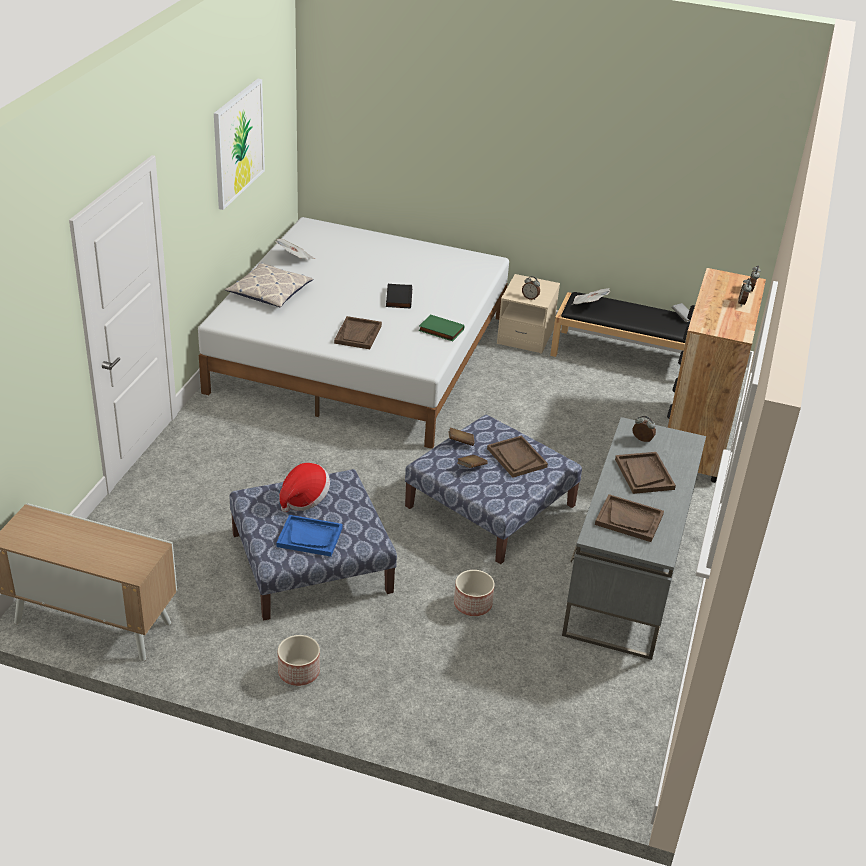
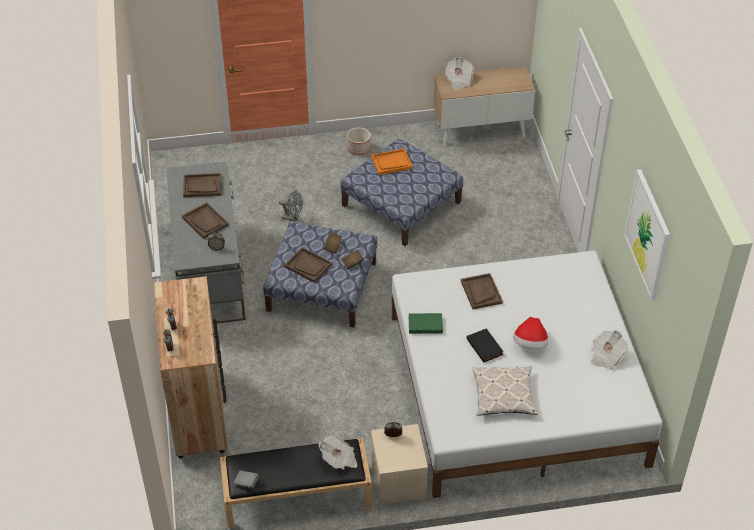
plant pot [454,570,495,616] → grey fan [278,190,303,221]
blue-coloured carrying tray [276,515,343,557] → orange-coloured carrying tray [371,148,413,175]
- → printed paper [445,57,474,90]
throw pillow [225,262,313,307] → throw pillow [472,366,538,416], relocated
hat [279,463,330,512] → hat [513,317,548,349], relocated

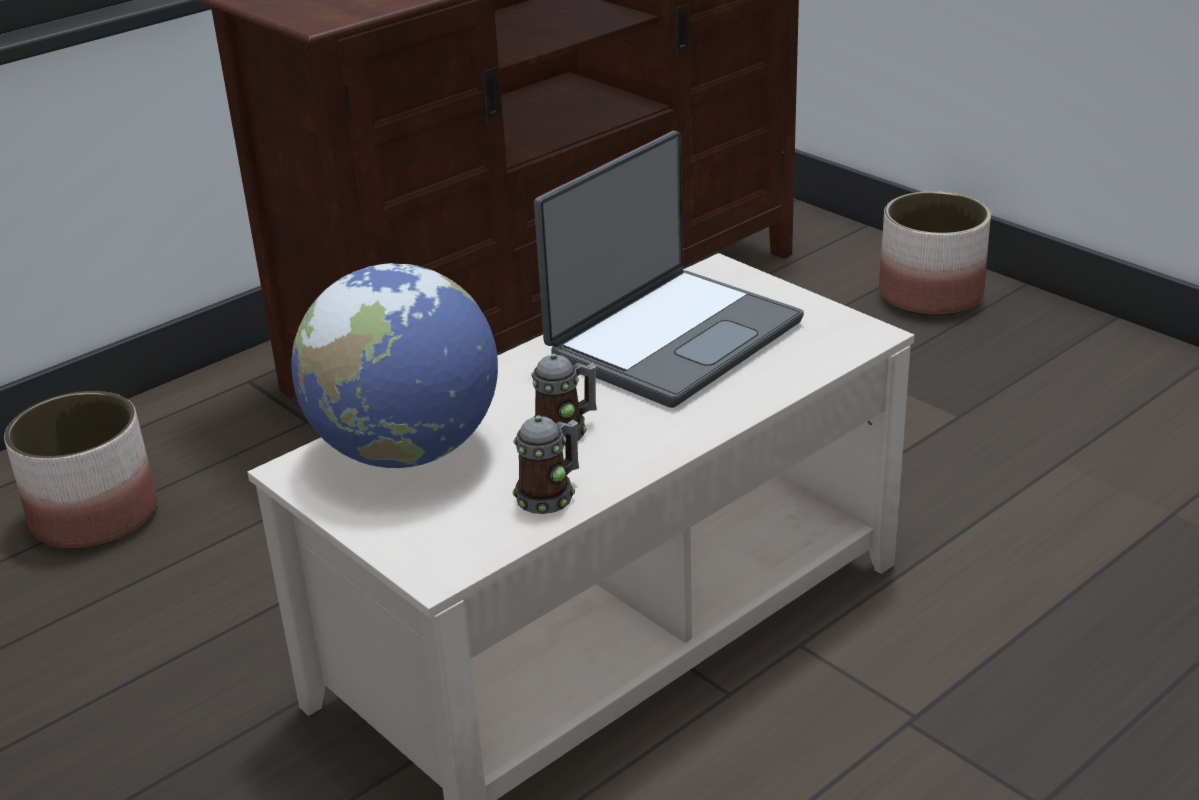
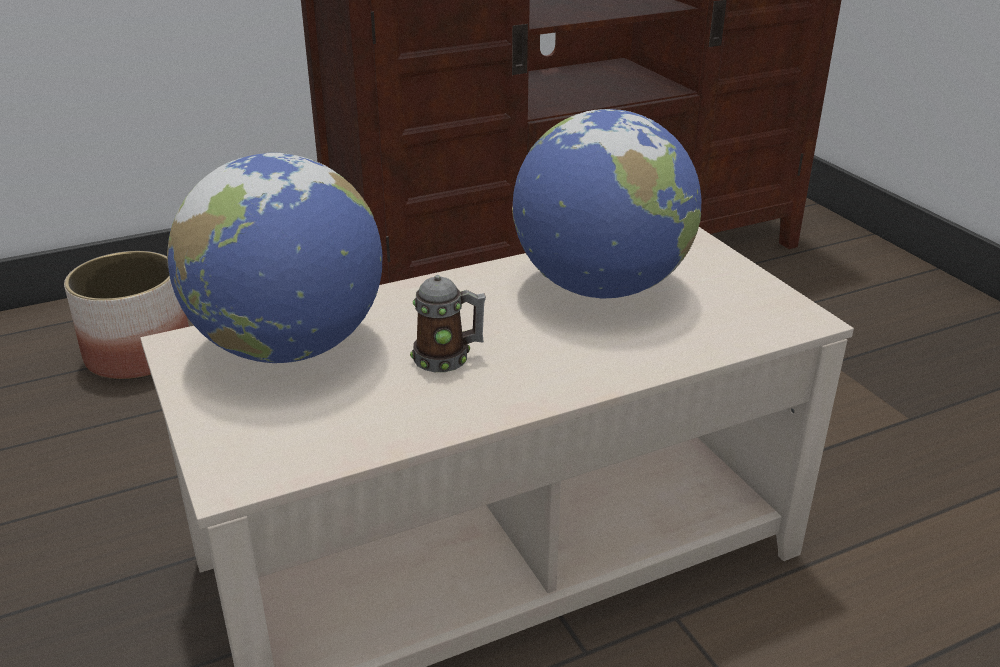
portable computer [534,131,804,408] → desk globe [512,109,701,298]
tea mug [512,415,579,514] → -
plant pot [879,191,991,316] → -

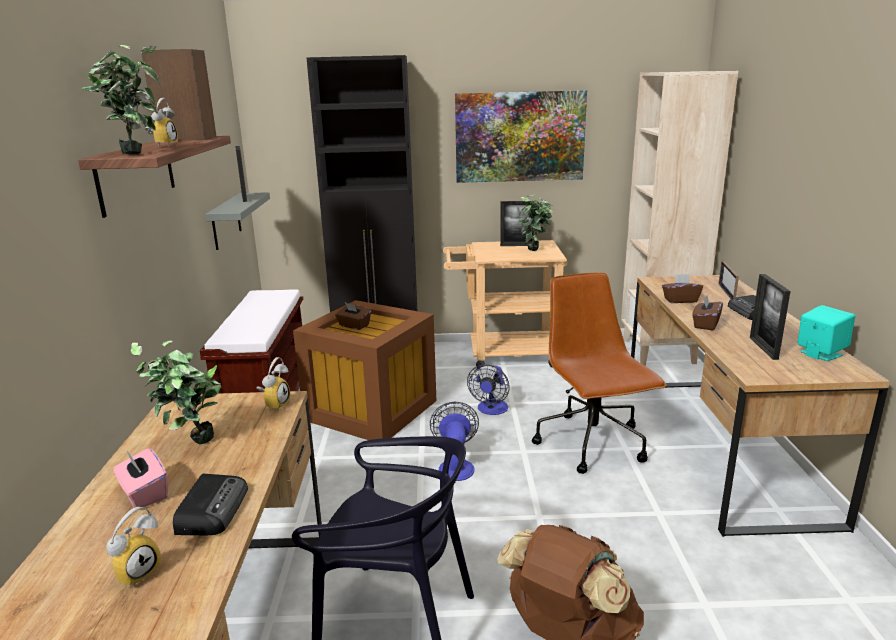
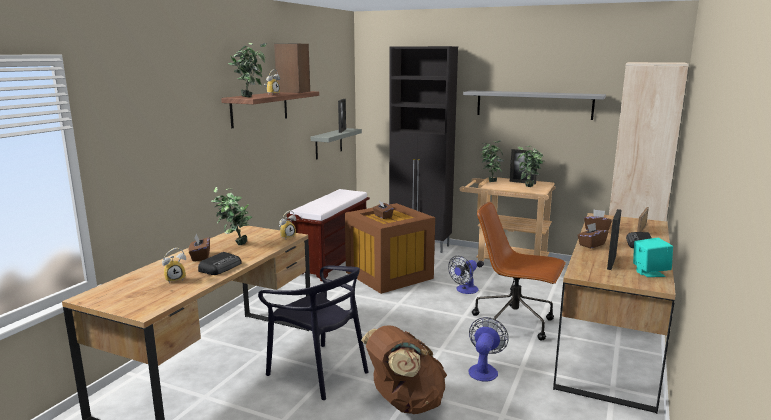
pinkish tissue box [114,448,168,508] → brown tissue box [189,234,210,261]
wall picture [455,90,587,183] → grey bracket shelf [463,90,606,120]
fan [430,402,479,481] → fan [468,317,509,382], relocated
brown desk chair [532,272,667,474] → brown desk chair [472,202,566,341], 75 degrees counterclockwise
- → plant in a pot [480,140,504,182]

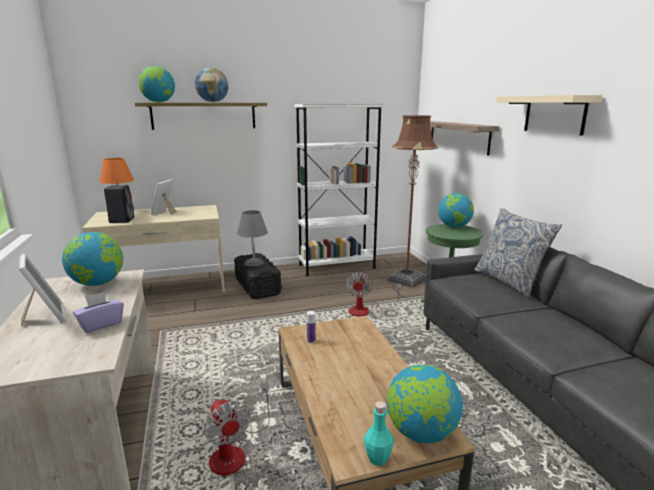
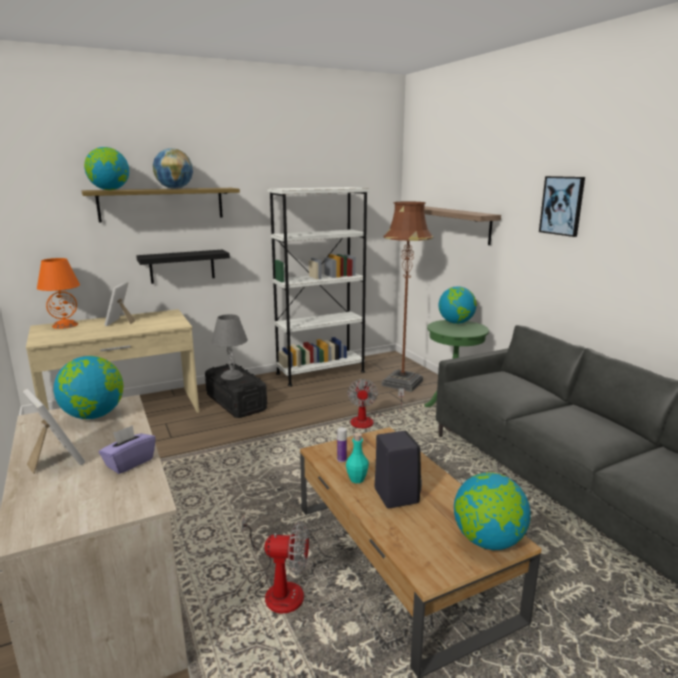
- → blackish bracket shelf [136,250,230,284]
fan [204,382,270,475] → fan [242,517,309,613], 45 degrees counterclockwise
blue-green beverage bottle [364,401,394,466] → blue-green beverage bottle [346,433,369,483], relocated
blackish speaker [104,185,134,223] → blackish speaker [375,431,422,508], relocated
beige-coloured bracket shelf [496,95,603,136] → wall picture [539,176,585,237]
throw pillow [474,208,562,298] → -

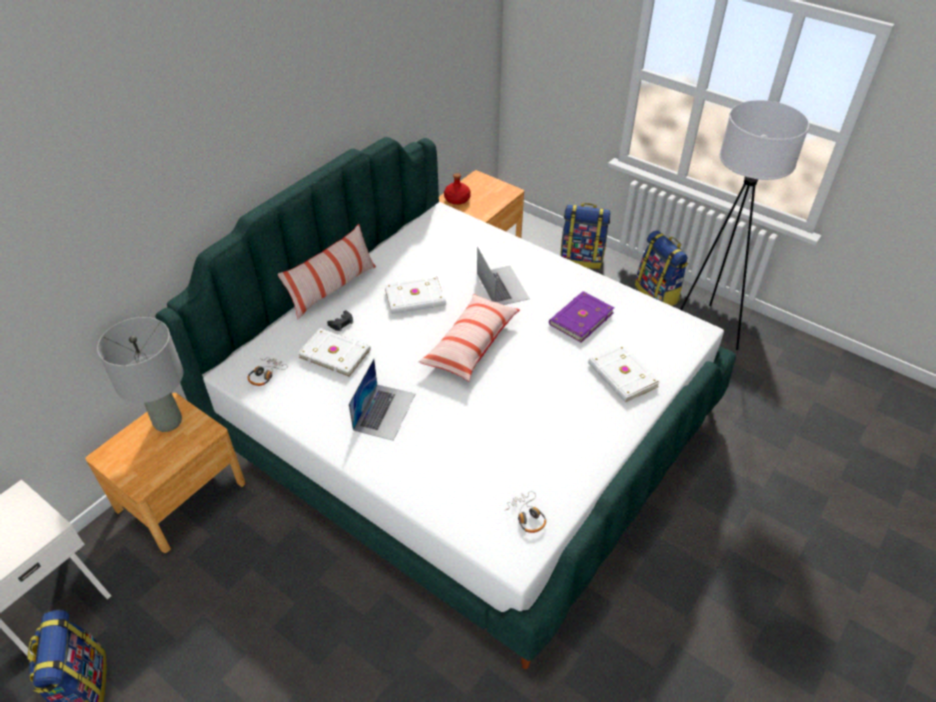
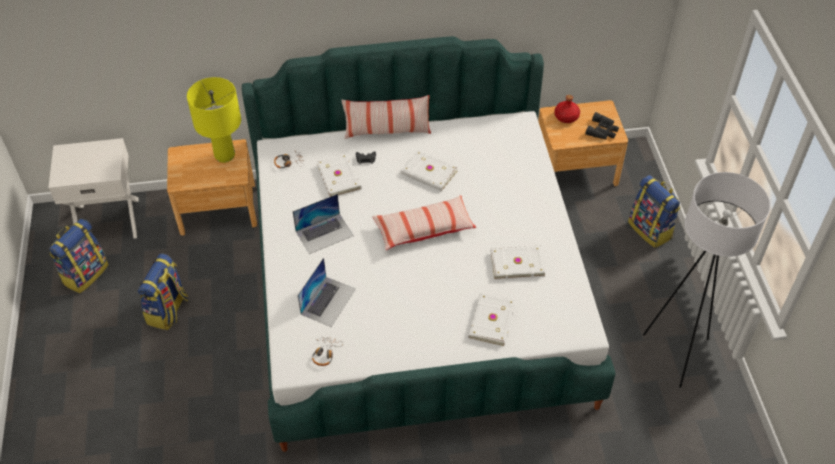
knapsack [635,231,688,306] → knapsack [138,253,188,330], relocated
grey lamp for a table [97,317,183,432] → yellow lamp for a table [187,77,241,163]
portable computer [477,247,530,305] → portable computer [298,257,356,327], relocated
purple book [549,291,614,343] → whitish book [490,246,546,280]
- → blackish field glasses [585,112,619,139]

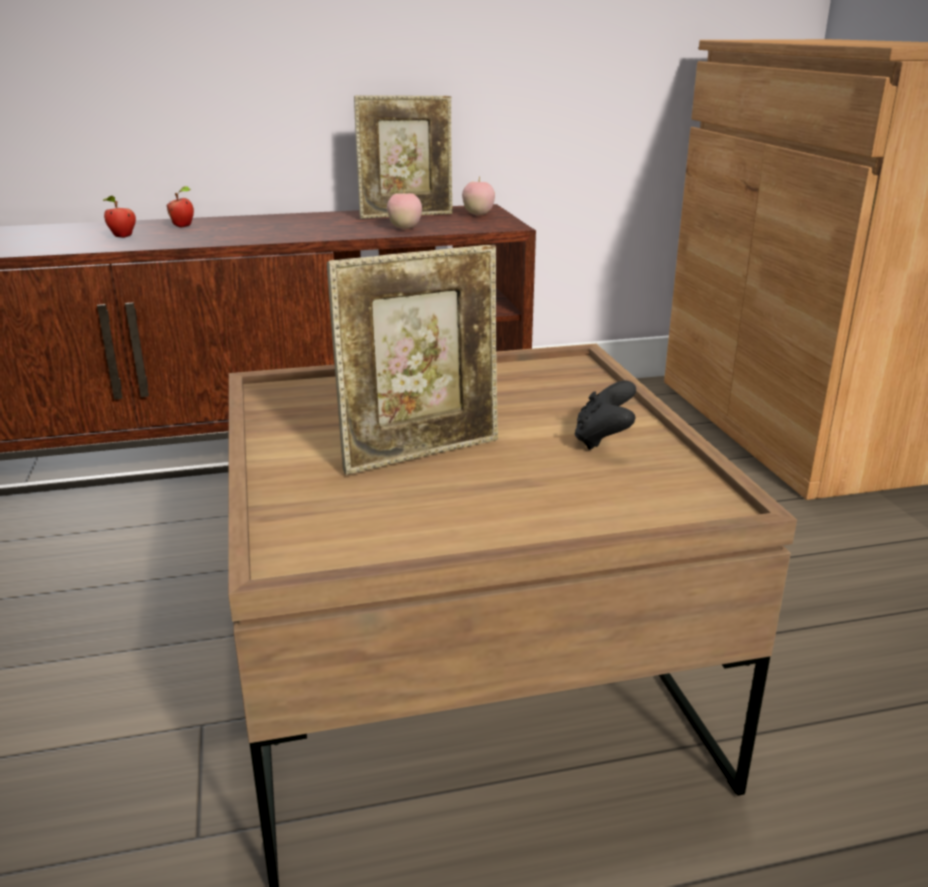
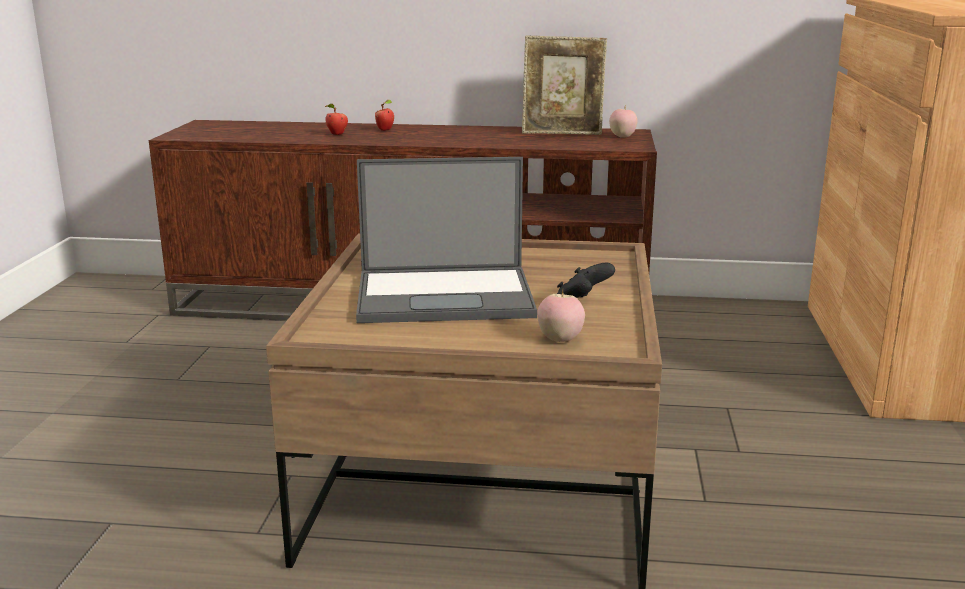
picture frame [327,245,498,475] → portable computer [356,157,537,323]
apple fruit [387,189,422,229] → apple fruit [537,290,585,342], relocated

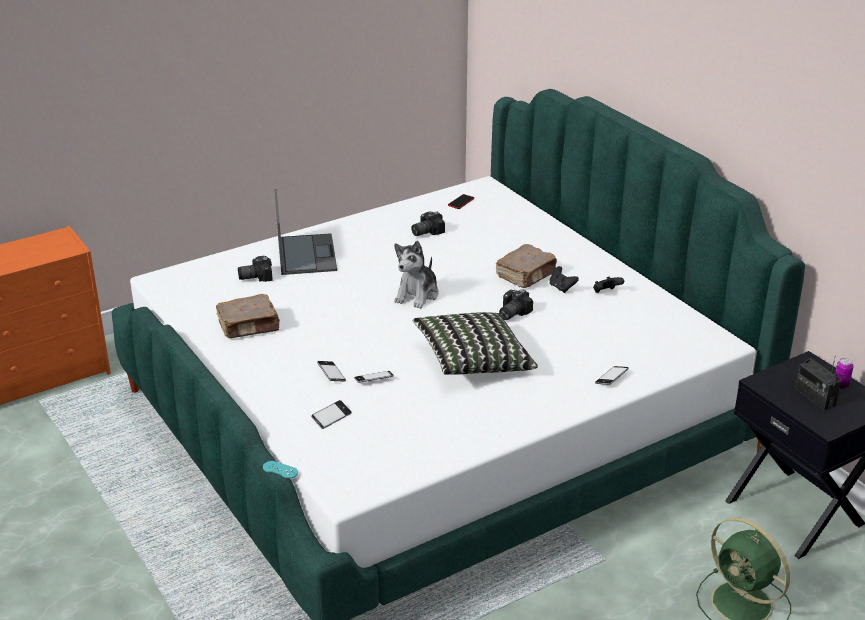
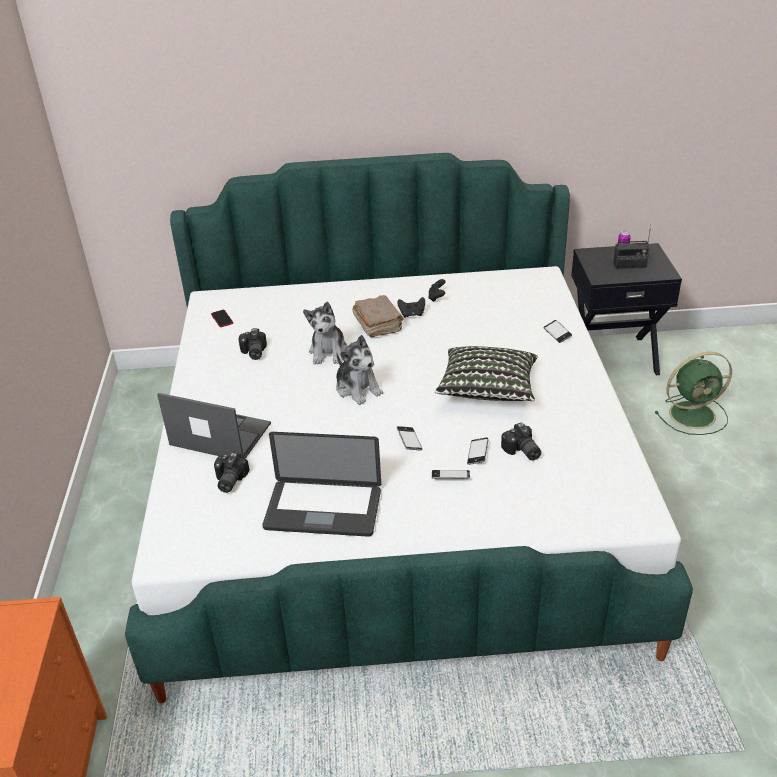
brown book [216,294,279,338] → portable computer [262,432,381,537]
- → plush toy [303,302,347,365]
telephone [311,400,352,429] → telephone [397,426,422,451], relocated
photo camera [499,289,533,320] → photo camera [501,422,541,461], relocated
blue-green joypad [263,461,298,478] → -

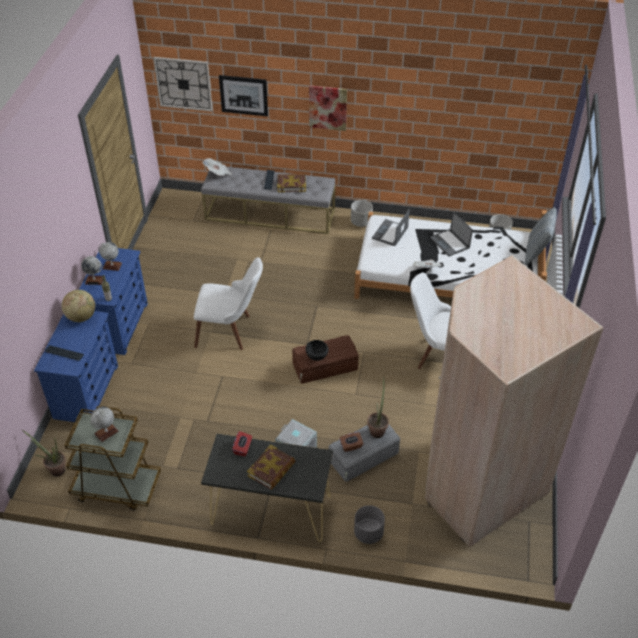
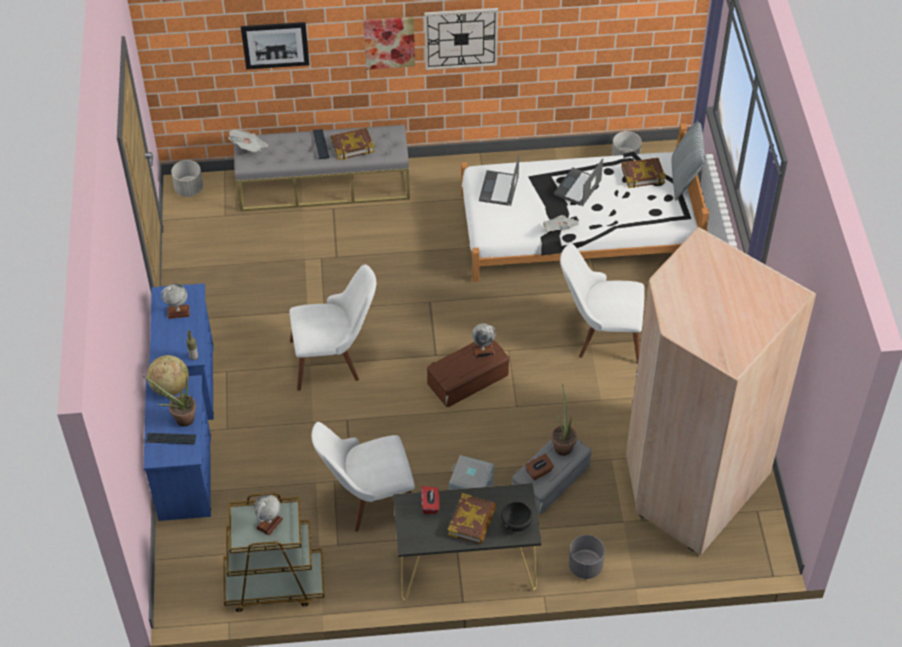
plant in a pot [22,430,66,477] → plant in a pot [143,376,196,427], relocated
grey plant pot [351,200,373,227] → grey plant pot [171,160,203,197], relocated
- → whitish chair [311,422,415,532]
hanging clock [153,57,213,112] → hanging clock [424,8,498,70], relocated
desk globe [81,256,103,285] → desk globe [471,324,497,358], relocated
blackish deep dish [306,340,329,361] → blackish deep dish [501,502,533,532], relocated
portable computer [430,211,473,257] → portable computer [553,158,603,206], 75 degrees clockwise
- → book [621,158,666,188]

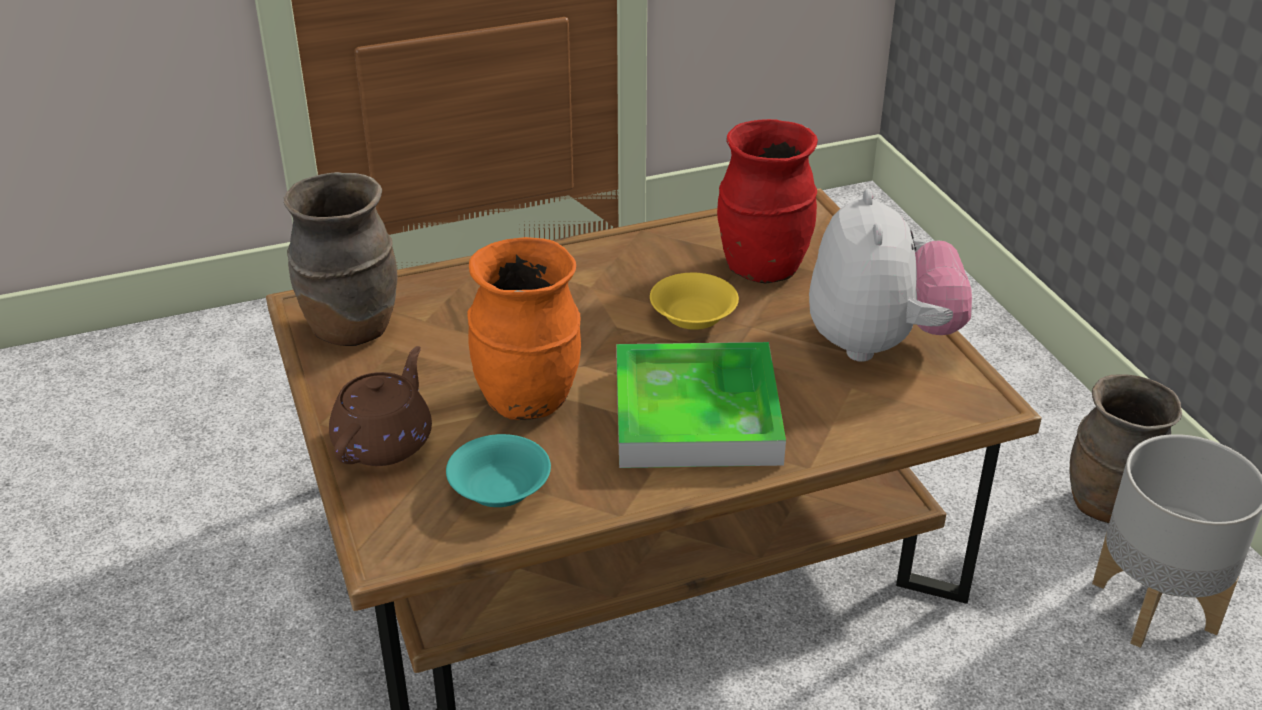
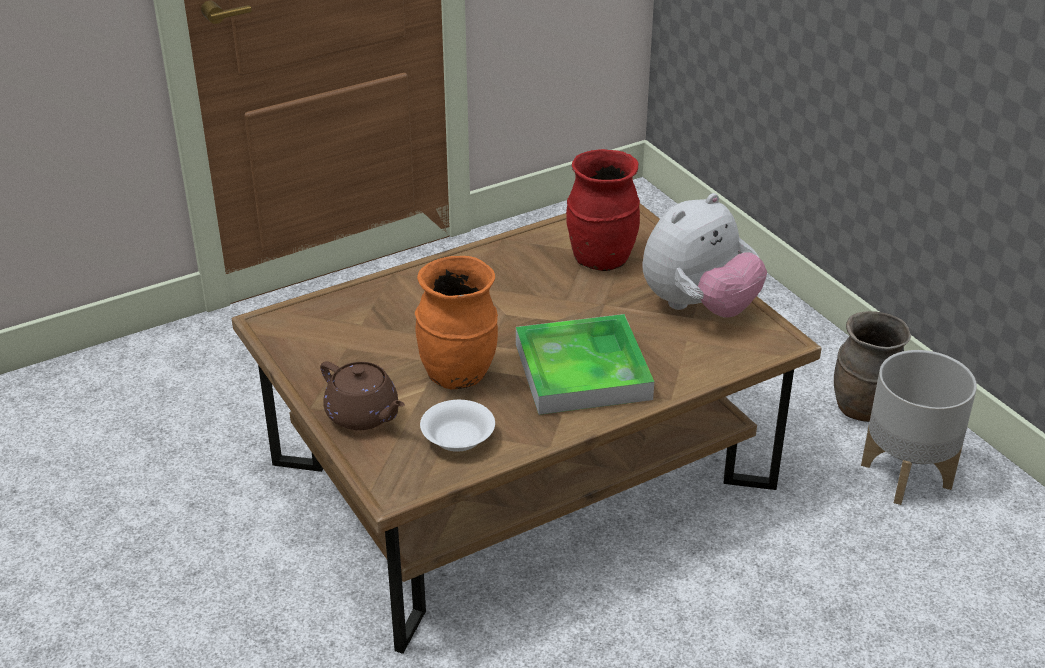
brown pot for tea [329,346,432,466] → brown pot for tea [320,361,405,430], 120 degrees clockwise
blue-green deep dish [446,434,551,507] → whitish deep dish [420,400,495,452]
plush toy [809,189,972,362] → plush toy [642,193,767,317], 60 degrees clockwise
brown decorative vase [284,172,397,346] → -
yellow deep dish [650,273,739,330] → -

